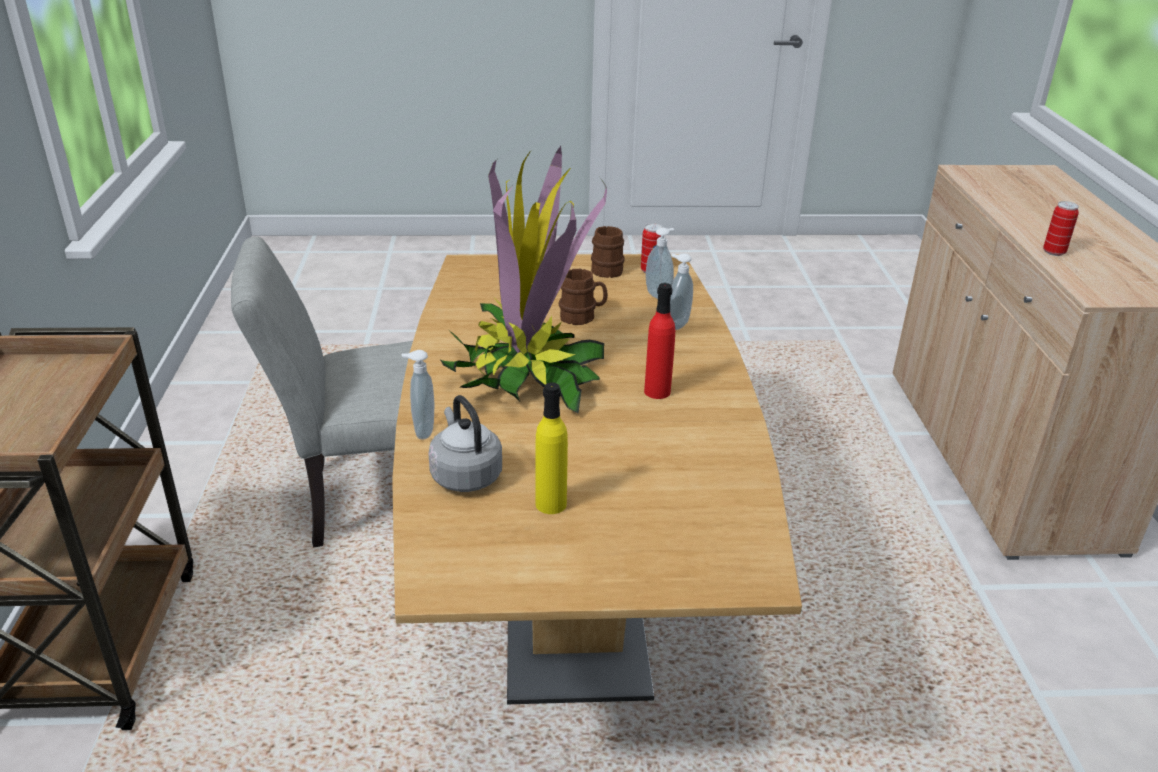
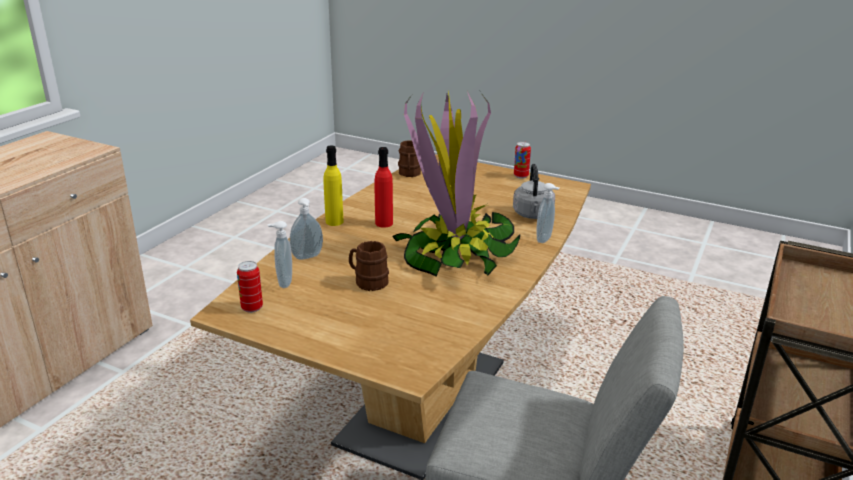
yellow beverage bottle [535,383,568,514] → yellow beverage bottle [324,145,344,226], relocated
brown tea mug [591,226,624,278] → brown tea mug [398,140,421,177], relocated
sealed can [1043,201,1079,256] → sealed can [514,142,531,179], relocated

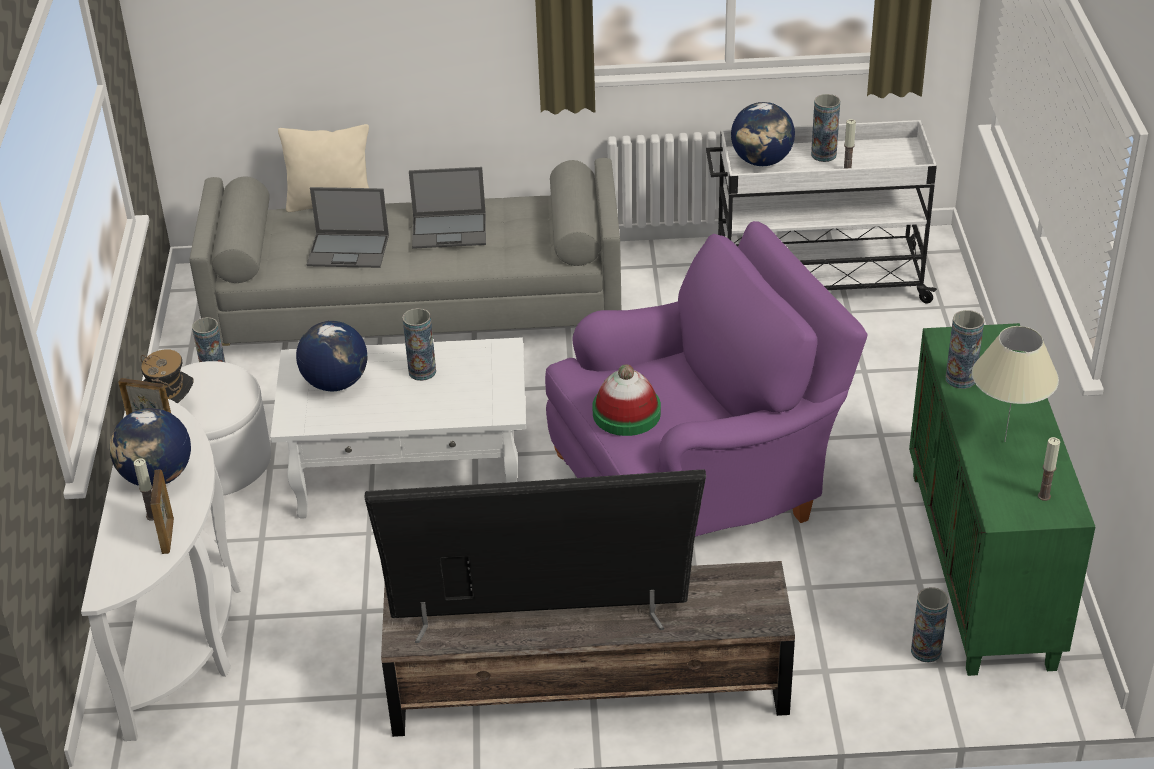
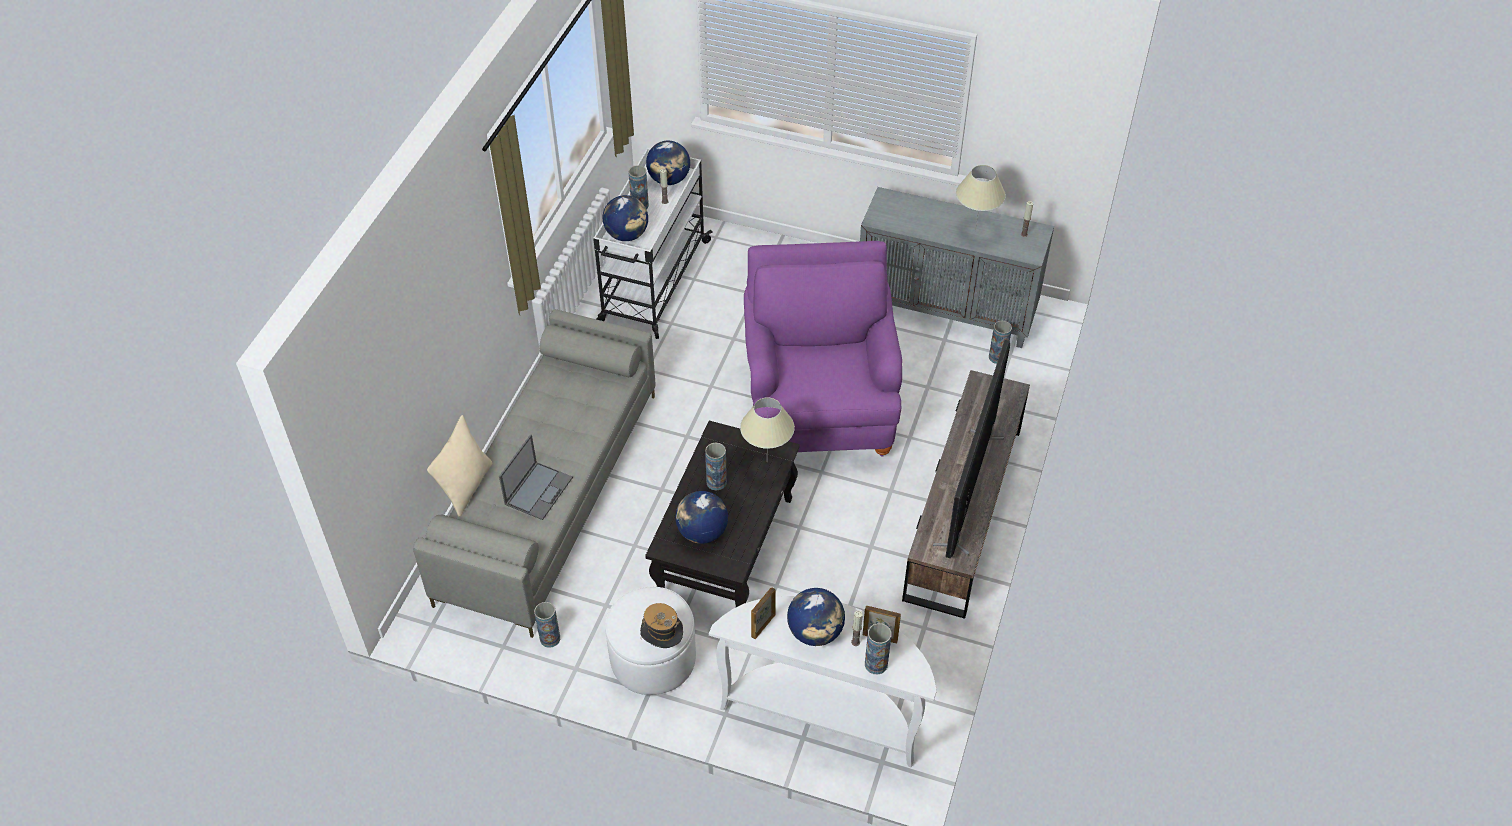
whitish coffee table [270,337,526,519] → blackish coffee table [645,421,800,607]
- → desk globe [646,141,690,185]
- → beige-coloured lamp for a table [740,397,795,449]
greenish storage cabinet [909,323,1095,676] → grey storage cabinet [860,187,1054,348]
decorative vase [946,310,984,389] → decorative vase [865,623,892,674], relocated
portable computer [409,167,486,249] → -
hat [592,364,661,436] → -

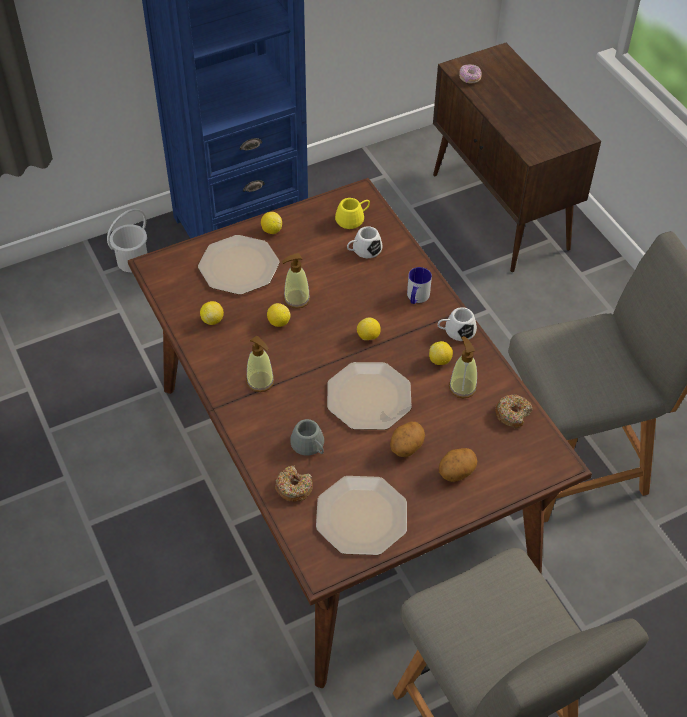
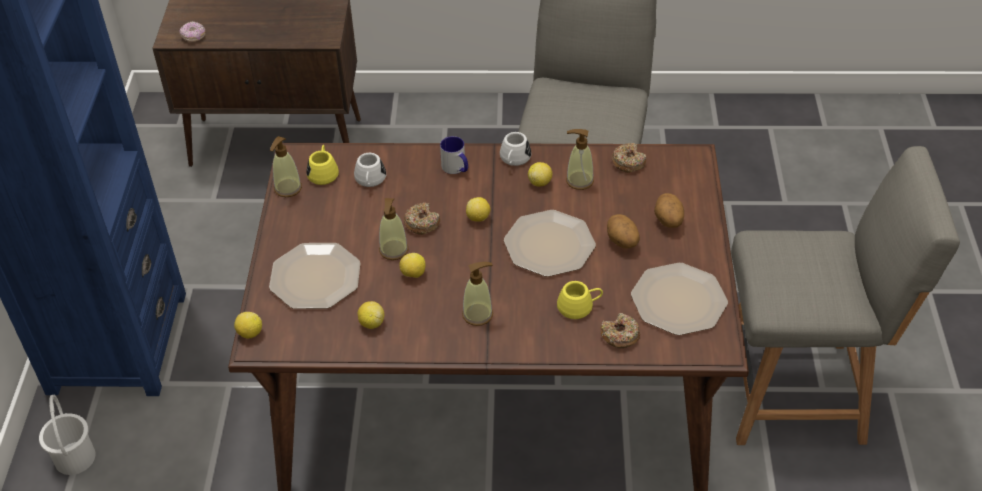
citrus fruit [261,212,282,234] → citrus fruit [234,312,262,339], relocated
- → soap dispenser [270,136,302,197]
- → doughnut [404,202,440,235]
grey tea mug [290,419,324,456] → yellow tea mug [557,281,603,319]

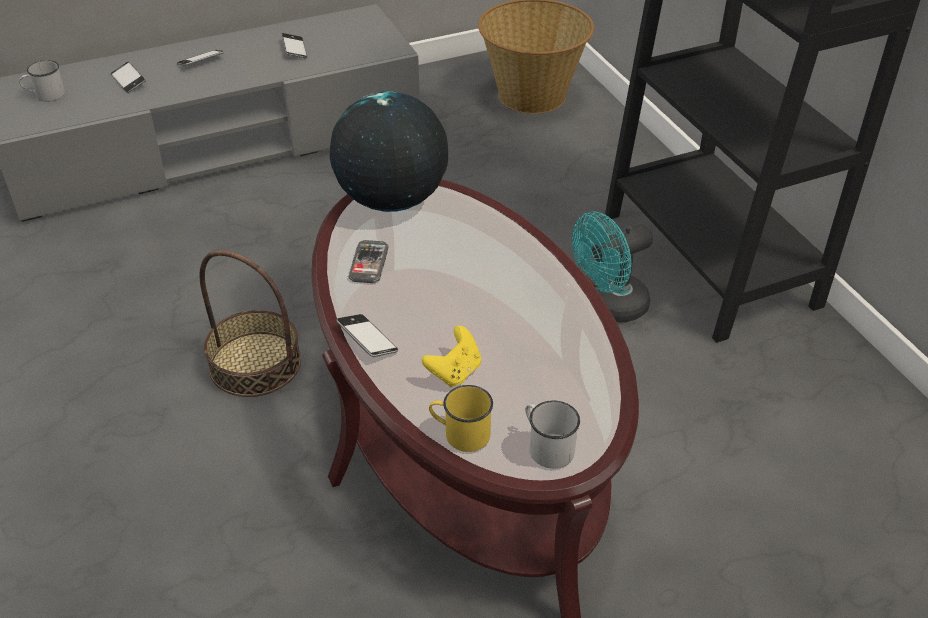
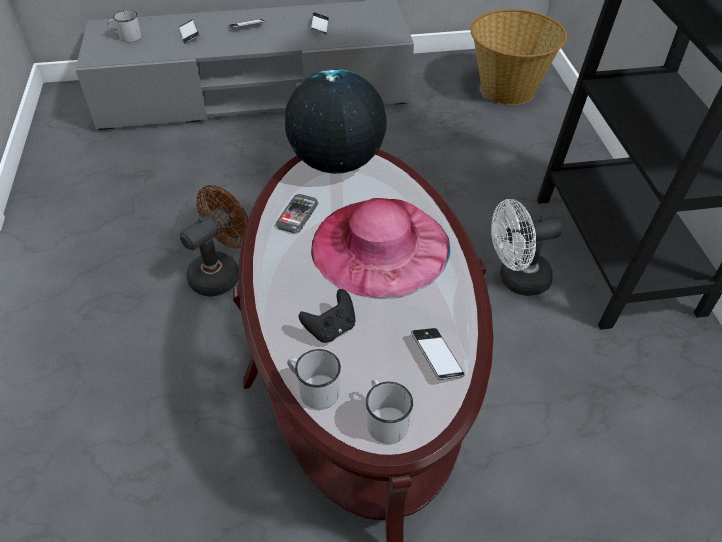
storage basket [199,250,301,397] → brown fan [180,185,248,297]
yellow tea mug [429,385,493,452] → whitish tea mug [287,349,341,409]
yellow joypad [422,326,481,387] → blackish joypad [299,289,356,343]
- → pinkish hat [311,198,450,298]
telephone [336,314,398,357] → telephone [411,328,465,380], relocated
blue-green fan [572,211,653,322] → whitish fan [491,199,563,296]

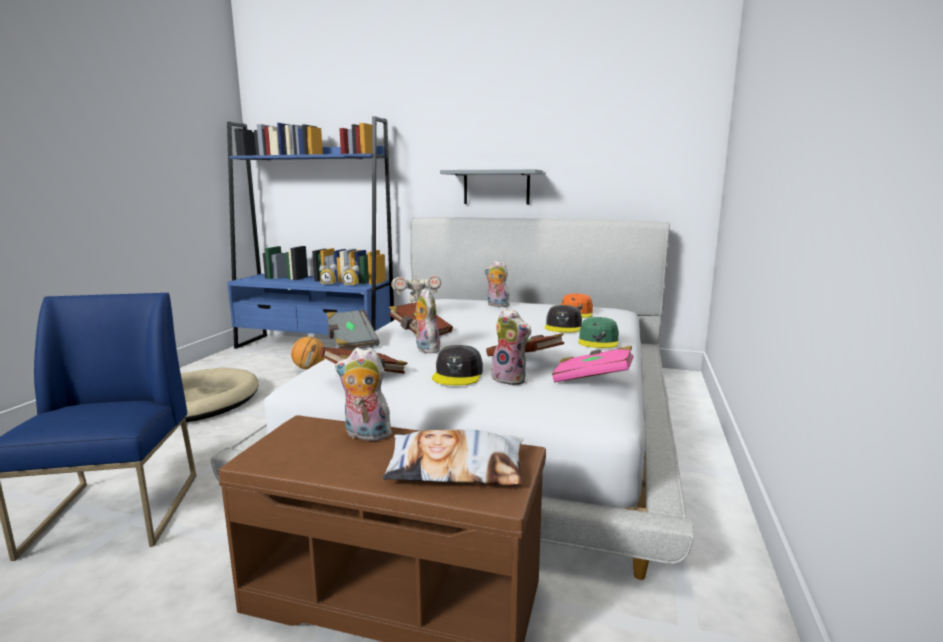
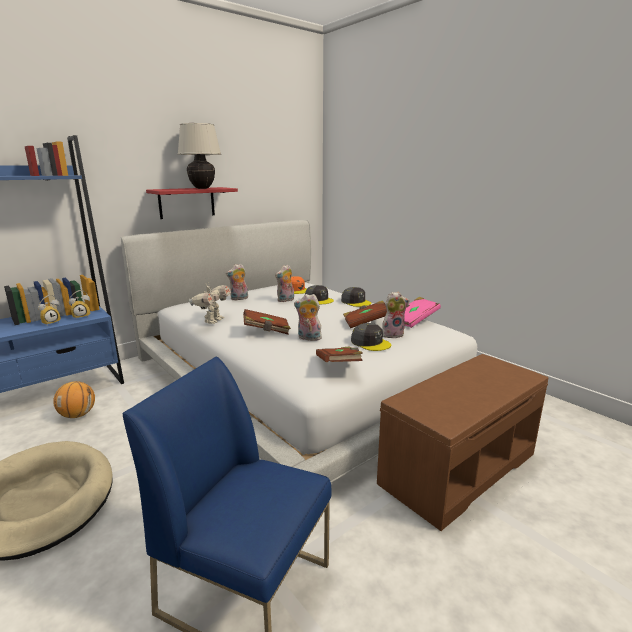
grey bracket shelf [440,169,543,205] → reddish bracket shelf [146,187,238,219]
- → beige-coloured lamp for a table [177,123,221,189]
plush toy [335,348,392,441] → plush toy [275,264,294,302], relocated
greenish cap [578,317,619,348] → grey cap [341,287,371,307]
grey book [326,310,380,350] → -
throw pillow [383,429,523,485] → -

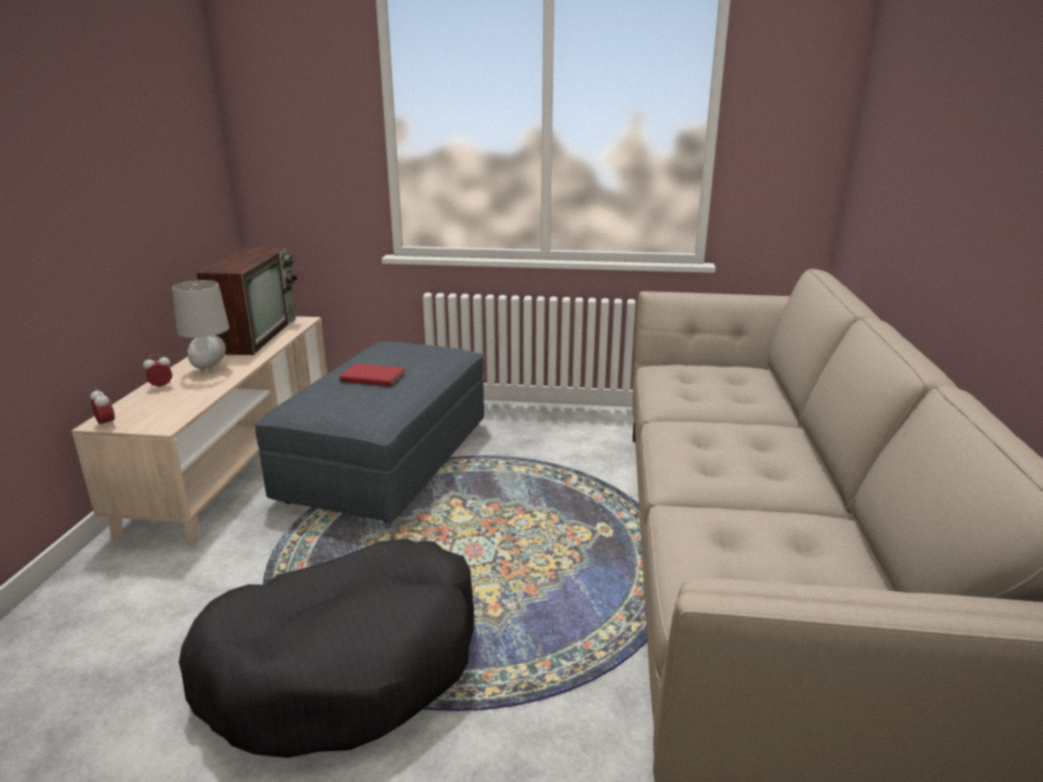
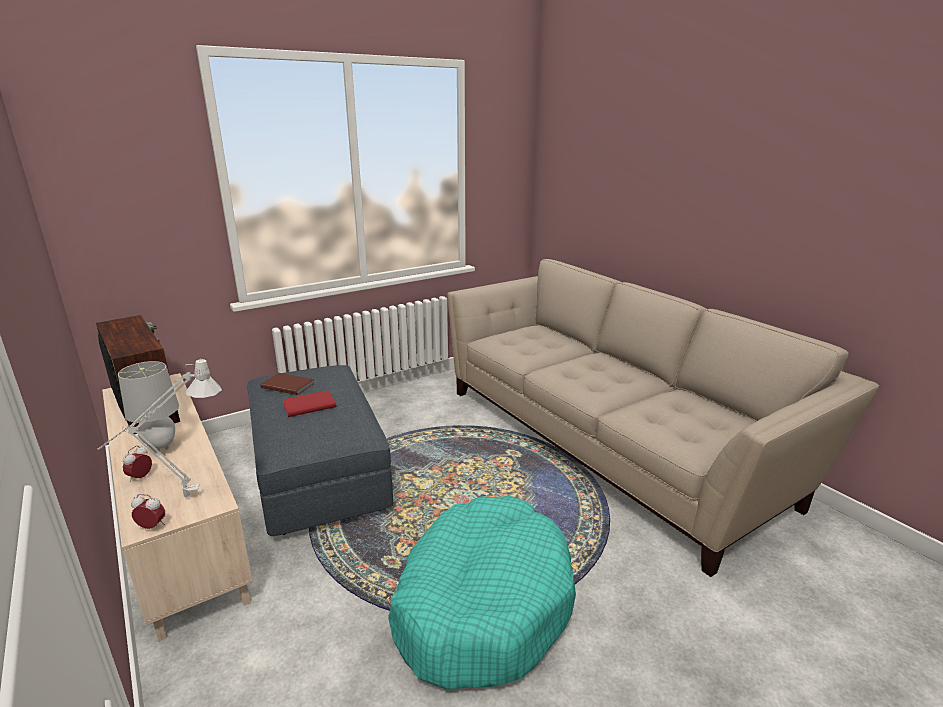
- → grey lamp for a table [98,358,222,497]
- → brown book [261,373,314,395]
blackish dog bed [179,538,474,758] → blue-green dog bed [388,496,576,690]

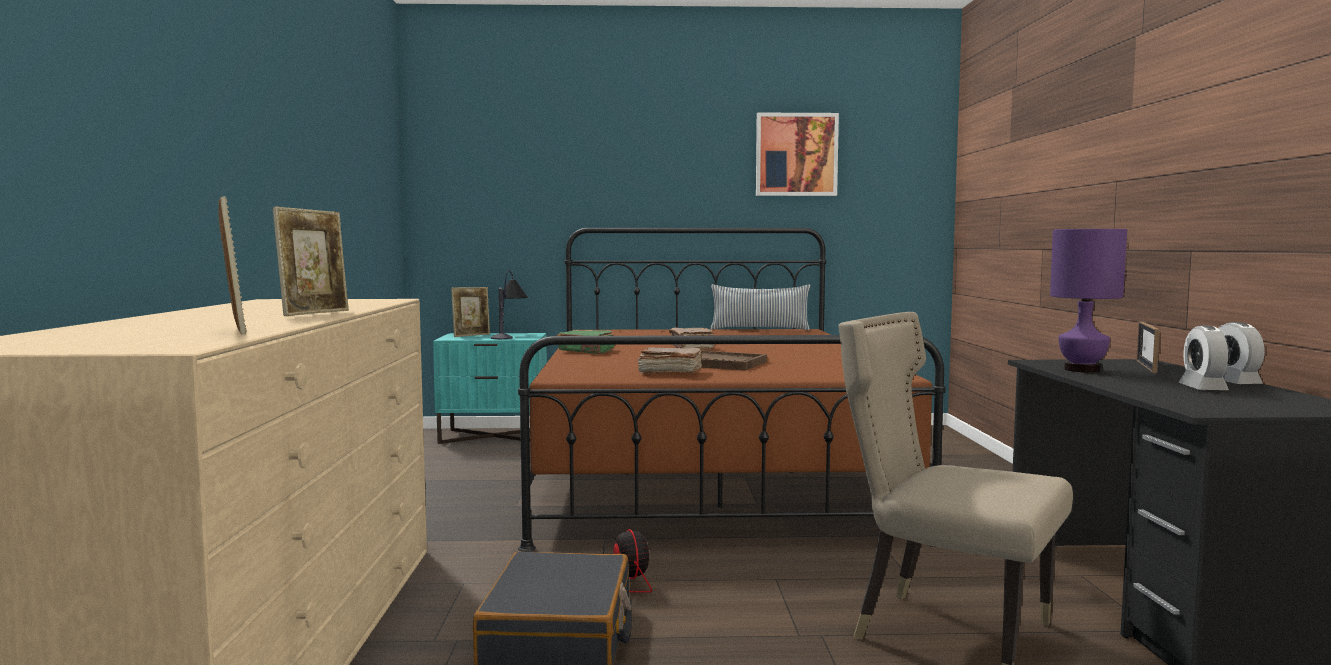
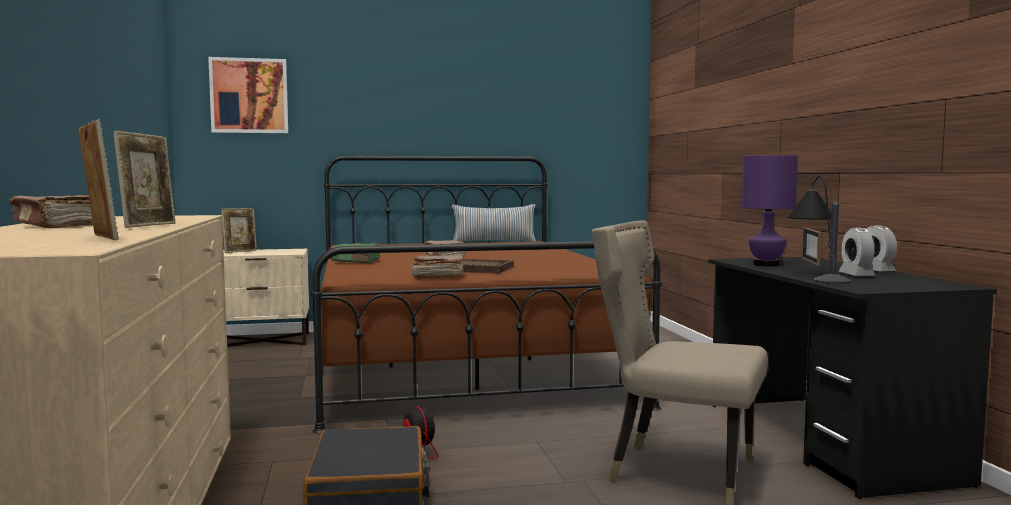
- → brown book [9,195,93,228]
wall picture [756,113,839,196] → wall picture [208,57,288,133], relocated
blue-green bedside table [433,333,547,444] → beige-coloured bedside table [224,249,309,347]
lamp for a table [490,270,528,339] → lamp for a table [787,176,851,284], relocated

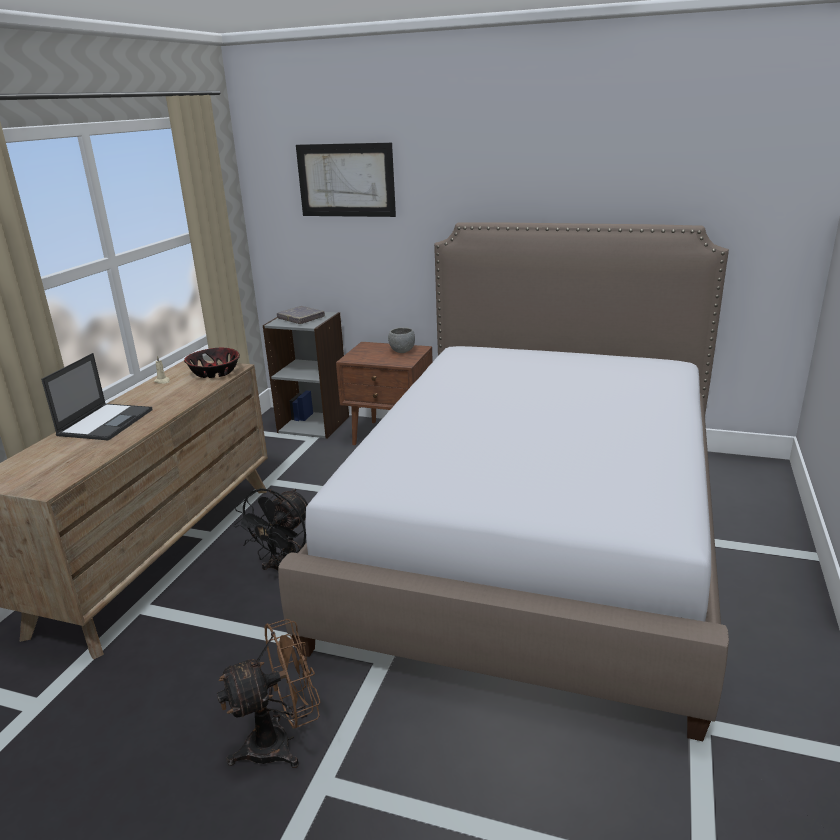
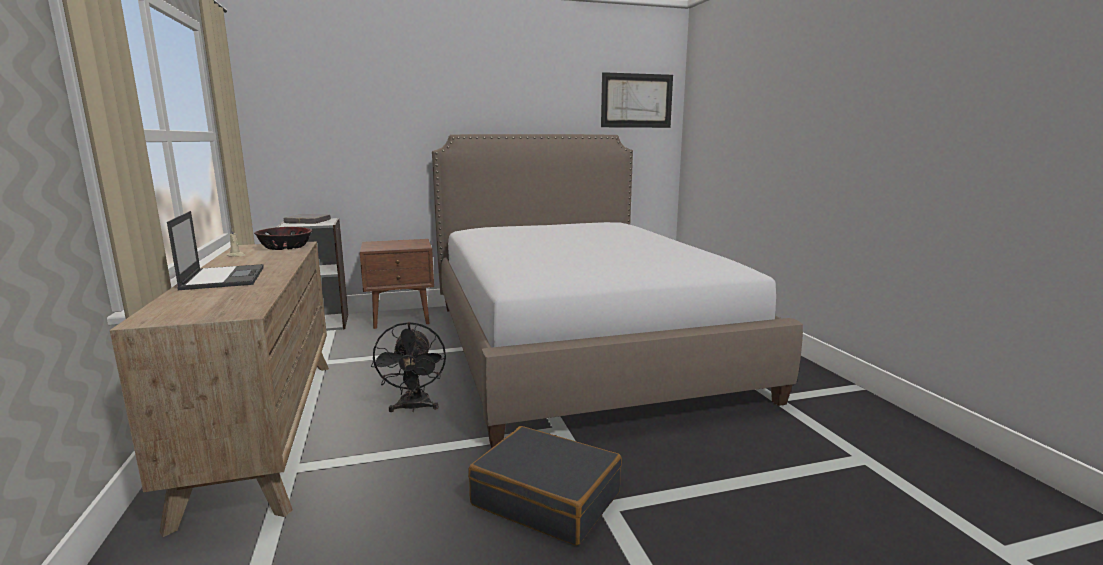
brown fan [217,619,320,768] → blackish travel case [468,426,622,545]
wall picture [296,143,396,217] → wall picture [601,72,673,128], relocated
grey deep dish [388,327,415,353] → -

